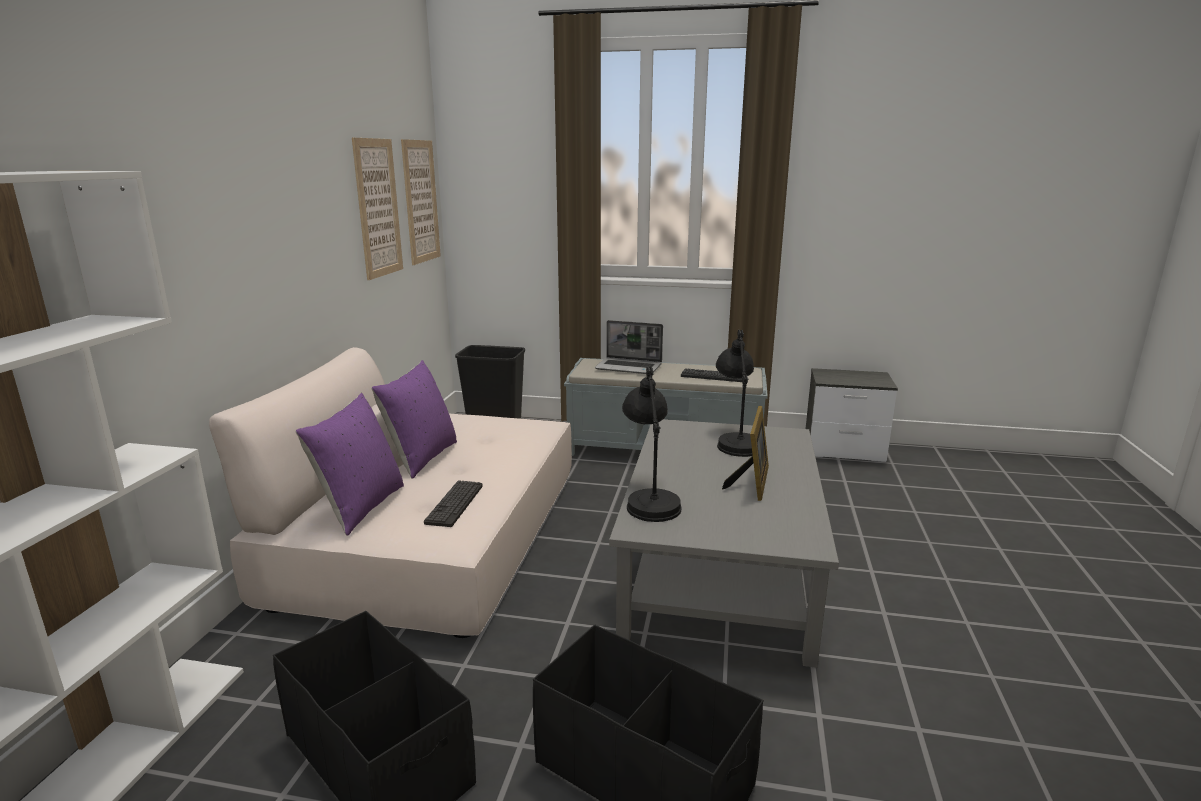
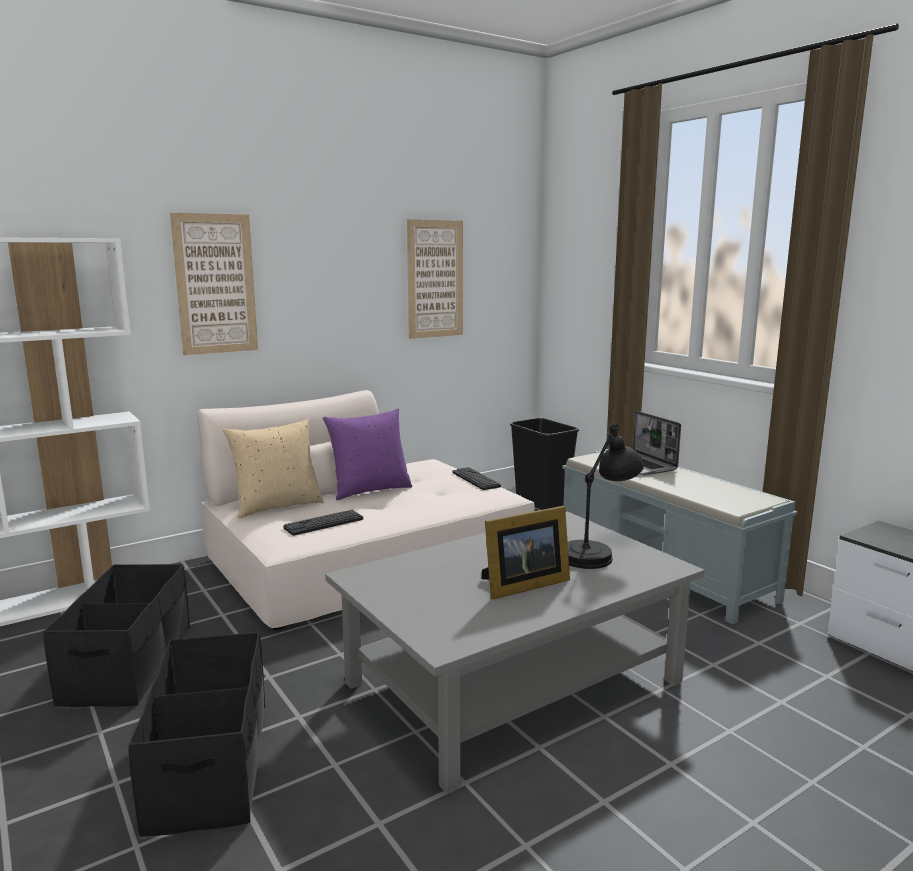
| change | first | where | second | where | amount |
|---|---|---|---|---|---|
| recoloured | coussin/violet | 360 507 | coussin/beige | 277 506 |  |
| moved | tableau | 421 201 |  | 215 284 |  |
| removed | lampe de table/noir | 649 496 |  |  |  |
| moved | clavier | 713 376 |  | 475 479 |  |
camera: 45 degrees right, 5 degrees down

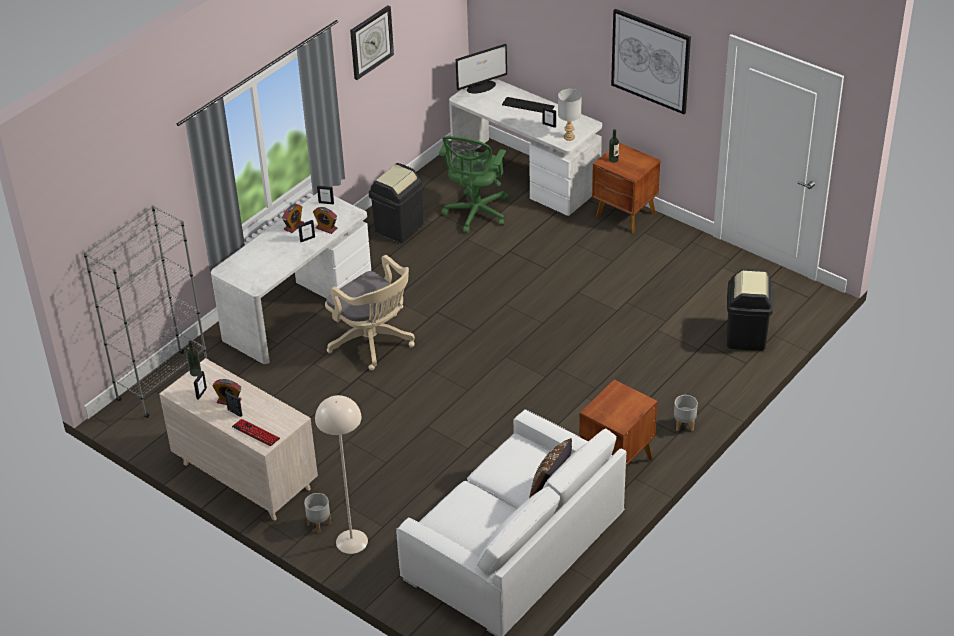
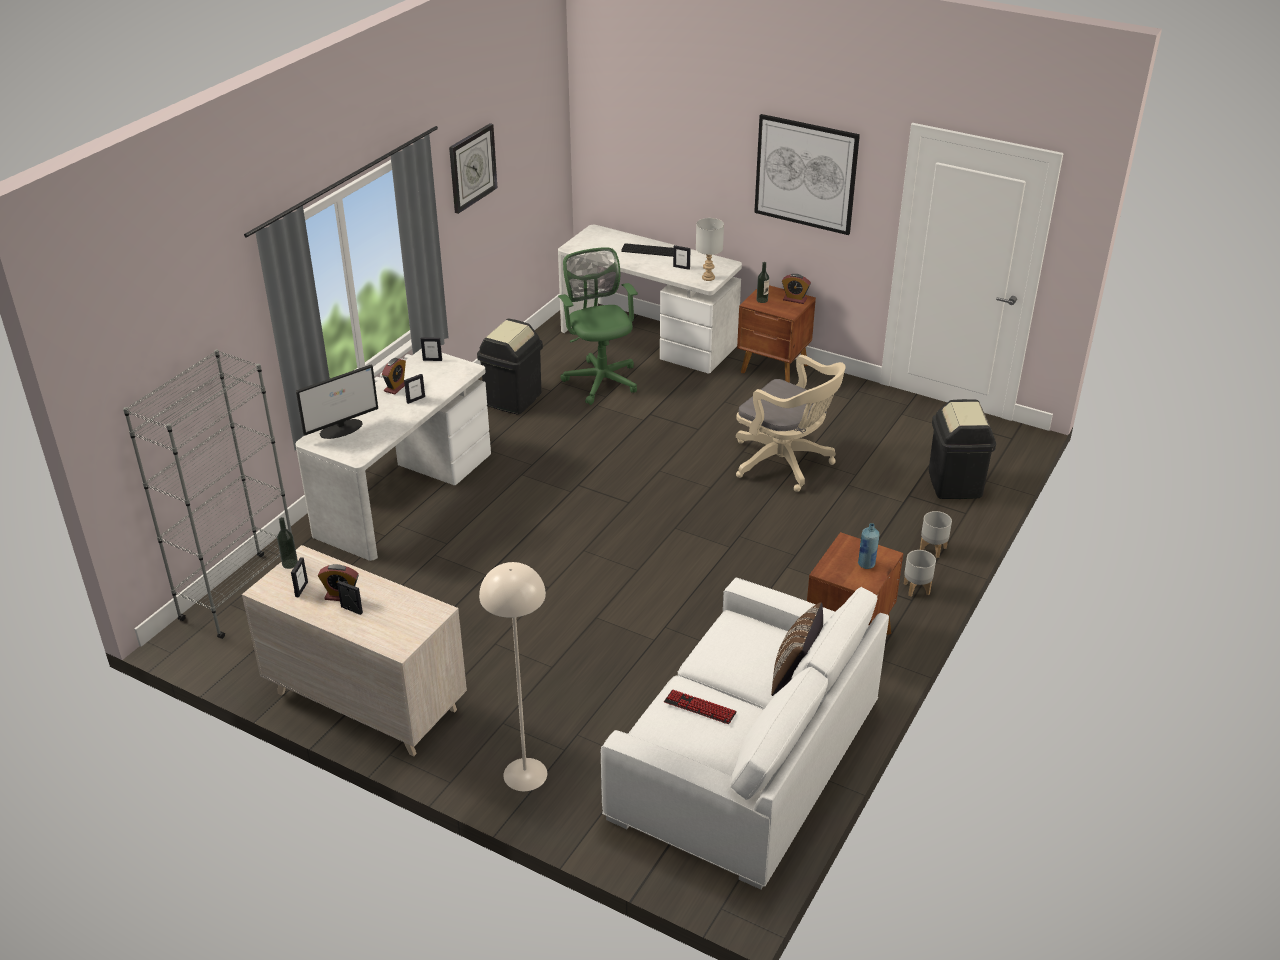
| change | first | where | second | where | amount |
|---|---|---|---|---|---|
| moved | clavier | 256 433 |  | 700 708 |  |
| moved | cache-pot/gris | 319 524 |  | 933 549 |  |
| moved | réveil | 326 228 |  | 794 299 |  |
| moved | chaise de bureau/beige | 373 343 |  | 786 463 |  |
| turned | chaise de bureau/vert | 475 214 |  | 601 379 | 150 degrees clockwise |
| moved | écran d'ordinateur | 481 87 |  | 342 428 |  |
| added |  |  | bouteille/bleu | 866 564 |  |
camera: 10 degrees left, 5 degrees down

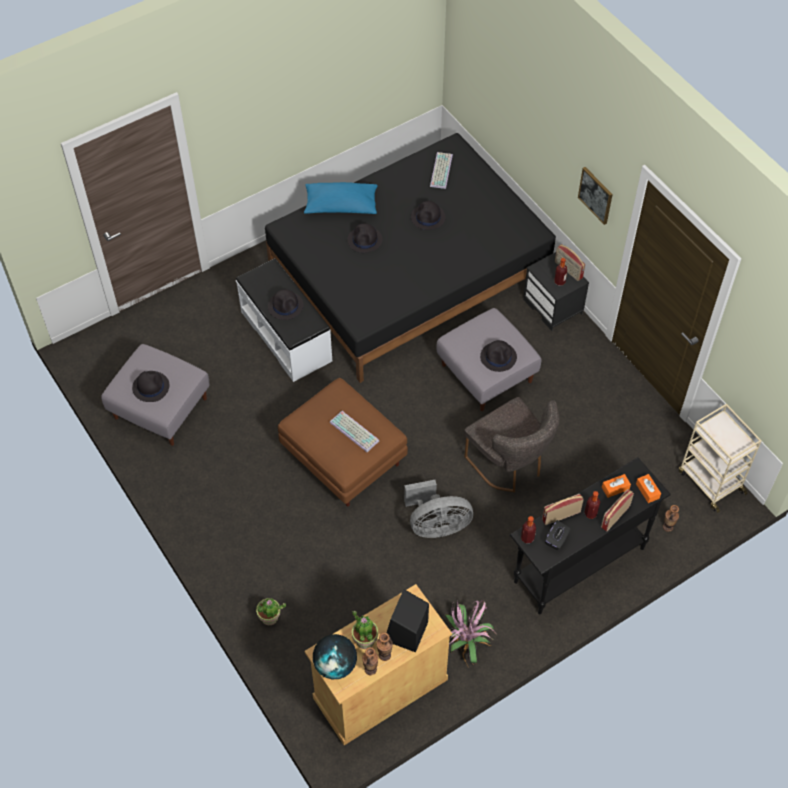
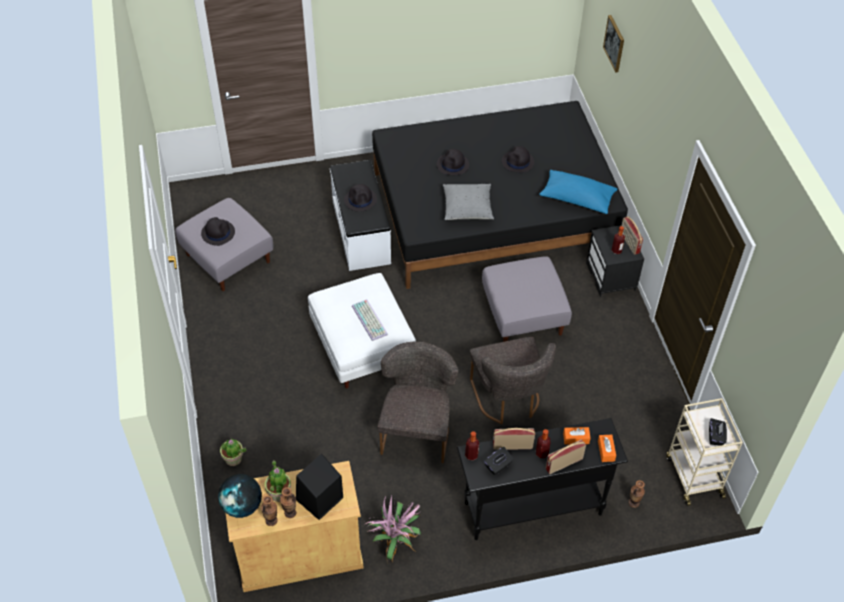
| change | first | where | second | where | amount |
|---|---|---|---|---|---|
| recoloured | pouf/marron | 344 458 | pouf/blanc | 363 347 |  |
| moved | coussin/bleu | 341 206 |  | 577 199 |  |
| replaced | ventilateur/gris | 436 525 | chaise/gris | 417 430 |  |
| removed | clavier | 440 170 |  |  |  |
| removed | chapeau/noir | 498 357 |  |  |  |
| moved | tableau | 596 195 |  | 614 43 |  |
| added |  |  | coussin/gris | 467 209 |  |
| added |  |  | boîte à mouchoirs/noir | 716 436 |  |
camera: 20 degrees right, 5 degrees down

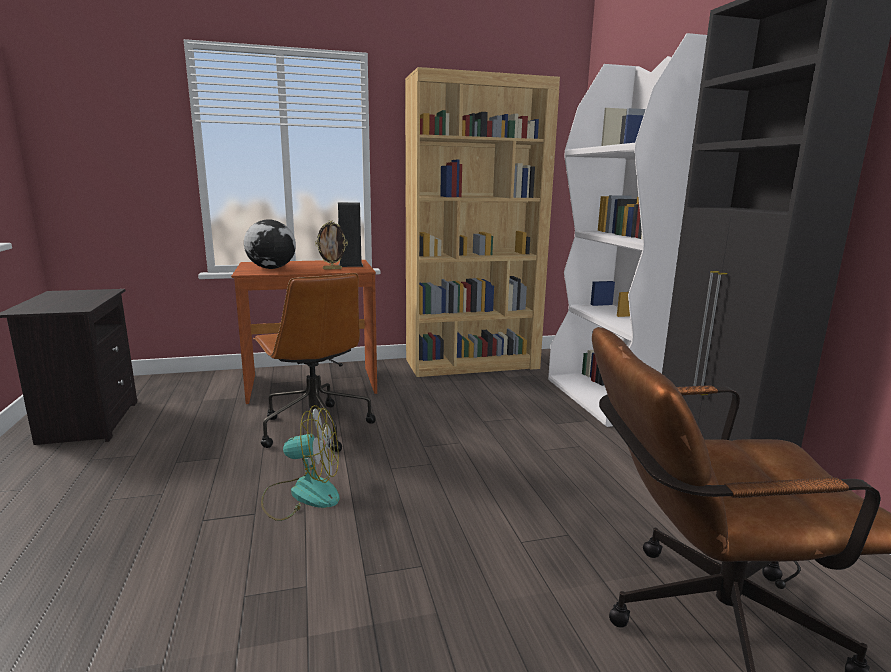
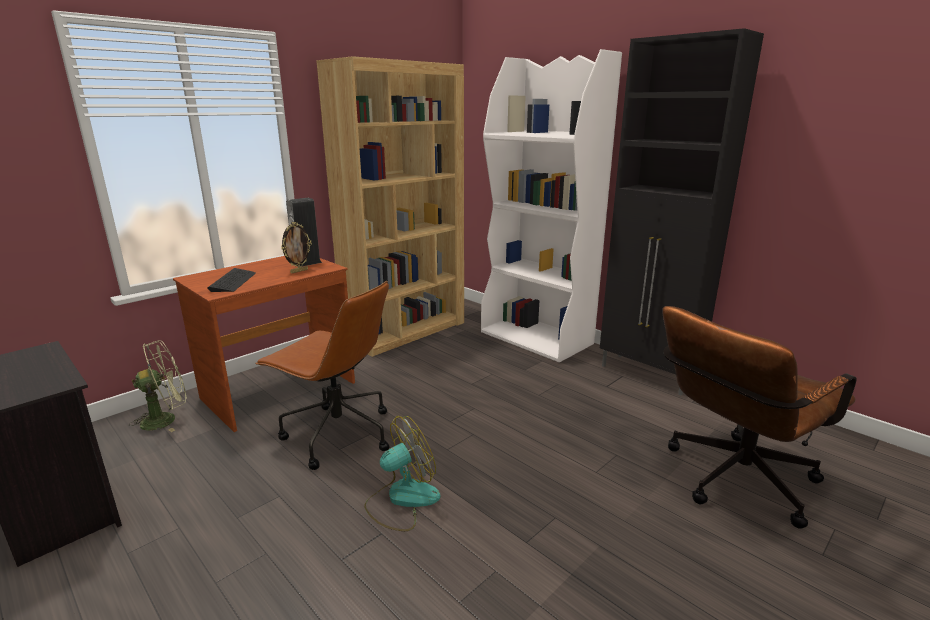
| change | first | where | second | where | amount |
|---|---|---|---|---|---|
| replaced | globe | 271 268 | clavier | 233 281 |  |
| added |  |  | ventilateur/vert | 166 419 |  |
camera: 30 degrees left, 5 degrees up

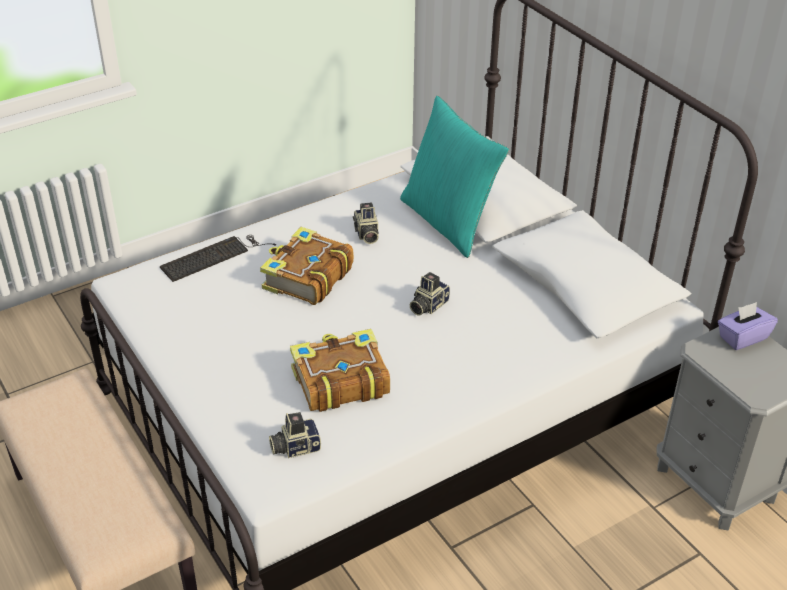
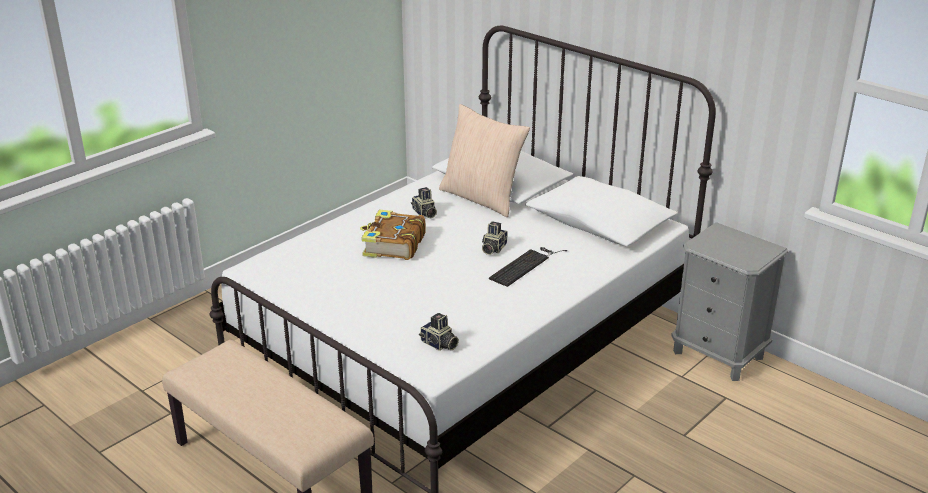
| change | first | where | second | where | amount |
|---|---|---|---|---|---|
| moved | clavier | 215 256 |  | 525 265 |  |
| turned | appareil photo | 295 447 |  | 439 344 | 105 degrees counterclockwise |
| removed | livre | 339 381 |  |  |  |
| recoloured | coussin/turquoise | 449 221 | coussin/beige | 482 198 |  |
| removed | boîte à mouchoirs/violet | 742 337 |  |  |  |
camera: 15 degrees left, 10 degrees down

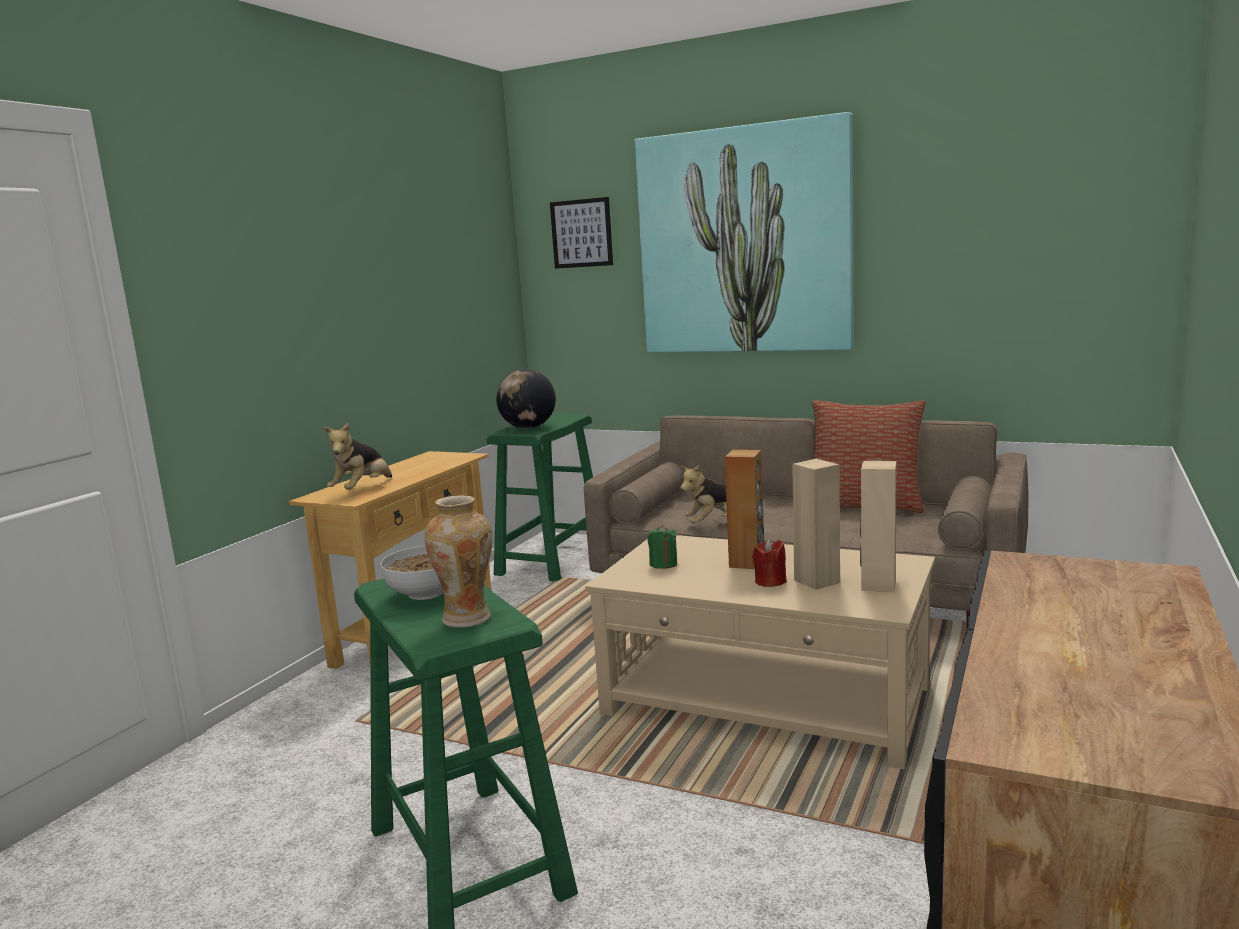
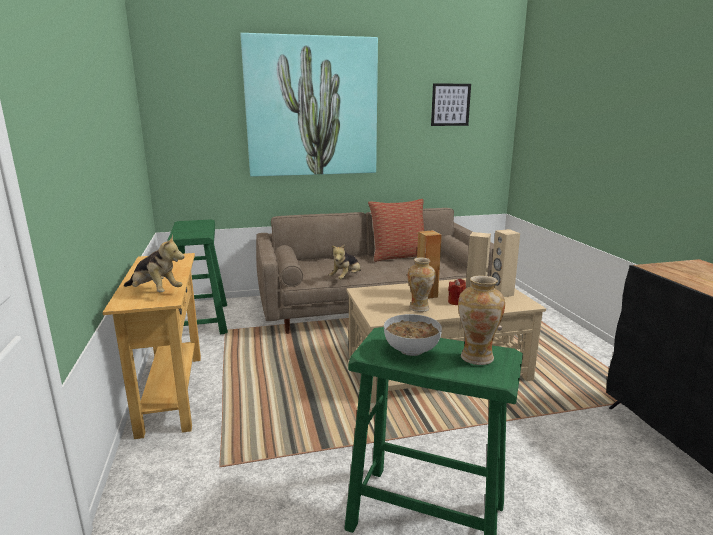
| change | first | where | second | where | amount |
|---|---|---|---|---|---|
| turned | peluche | 363 490 |  | 155 292 | 45 degrees counterclockwise |
| removed | globe | 528 428 |  |  |  |
| moved | tableau | 581 233 |  | 450 105 |  |
| removed | bougie/vert | 663 564 |  |  |  |
| added |  |  | vase | 420 308 |  |
camera: 40 degrees left, 5 degrees up

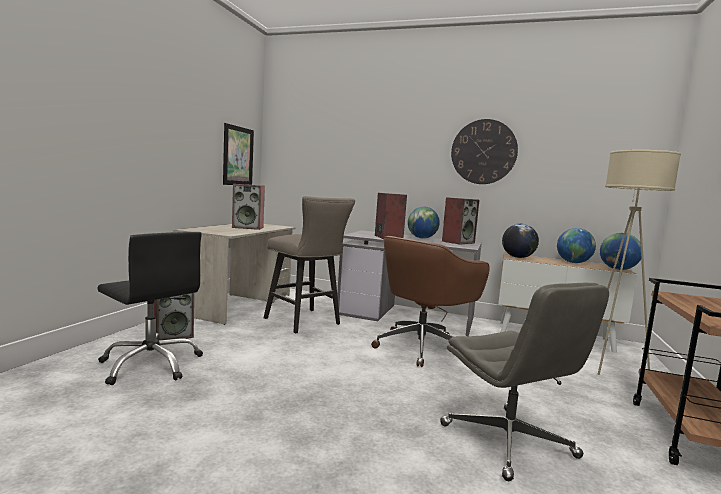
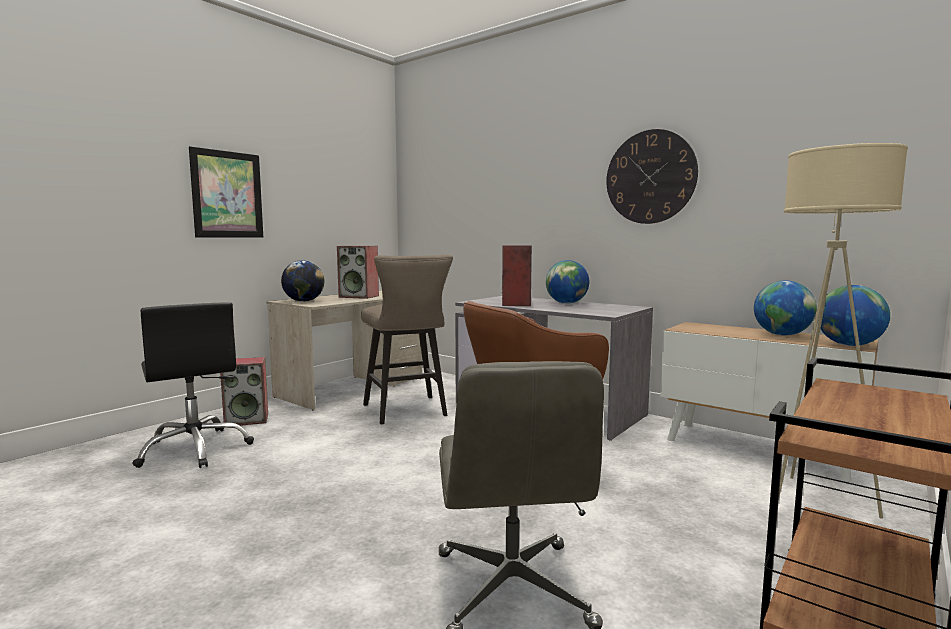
| change | first | where | second | where | amount |
|---|---|---|---|---|---|
| moved | tableau | 238 156 |  | 227 194 |  |
| removed | enceinte | 458 242 |  |  |  |
| moved | globe | 518 257 |  | 304 301 |  |
camera: 20 degrees right, 0 degrees up

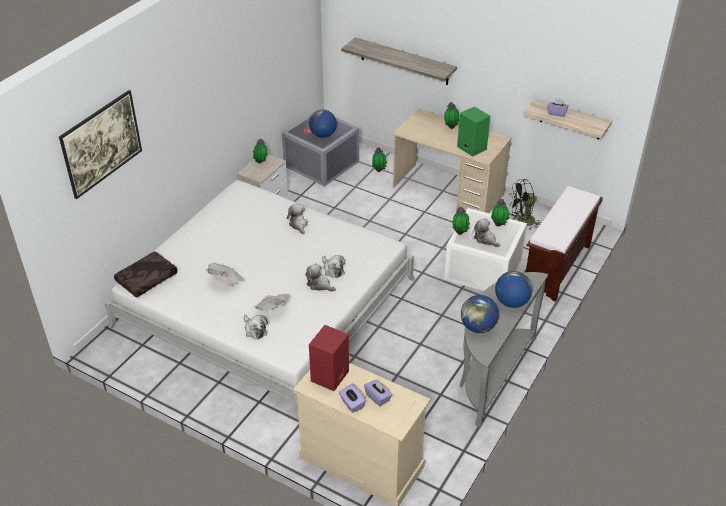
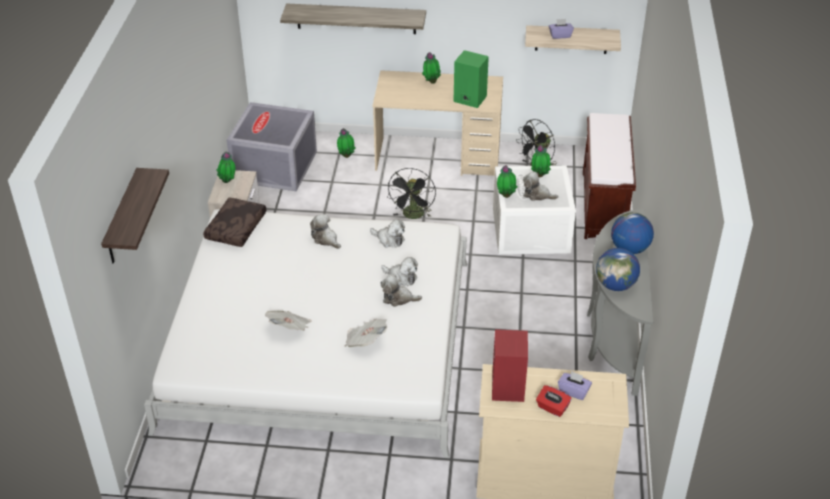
| change | first | where | second | where | amount |
|---|---|---|---|---|---|
| replaced | tableau | 105 158 | étagère | 122 218 |  |
| moved | coussin/marron | 147 280 |  | 236 228 |  |
| moved | peluche | 255 330 |  | 389 239 |  |
| removed | globe | 323 135 |  |  |  |
| recoloured | boîte à mouchoirs/violet | 352 404 | boîte à mouchoirs/rouge | 552 408 |  |
| added |  |  | ventilateur/noir | 413 216 |  |
camera: 25 degrees left, 0 degrees up

